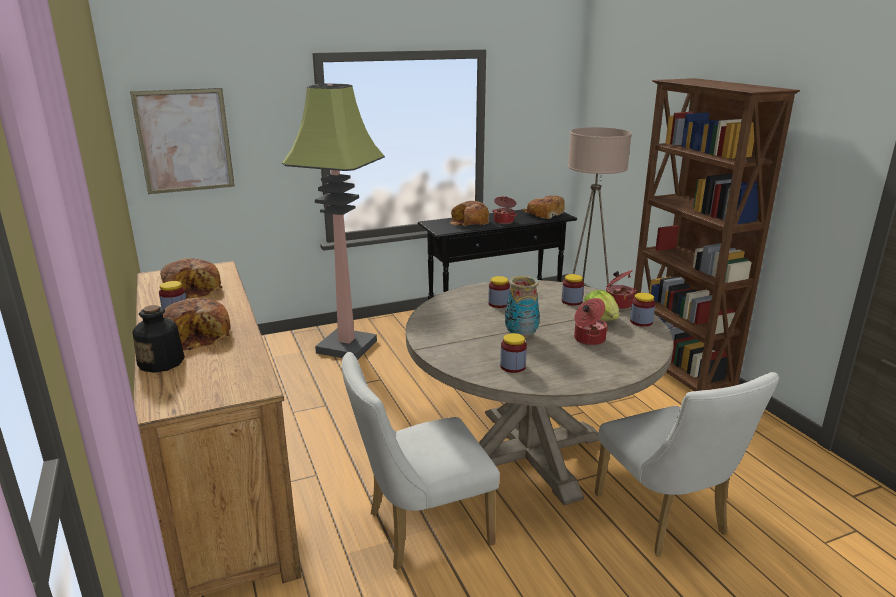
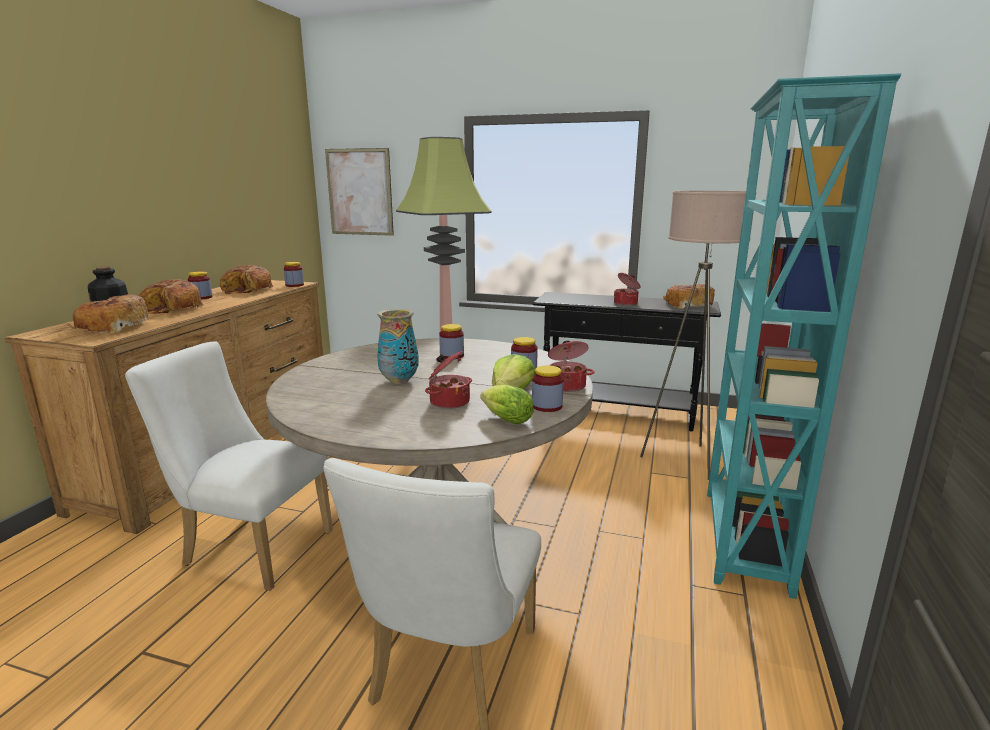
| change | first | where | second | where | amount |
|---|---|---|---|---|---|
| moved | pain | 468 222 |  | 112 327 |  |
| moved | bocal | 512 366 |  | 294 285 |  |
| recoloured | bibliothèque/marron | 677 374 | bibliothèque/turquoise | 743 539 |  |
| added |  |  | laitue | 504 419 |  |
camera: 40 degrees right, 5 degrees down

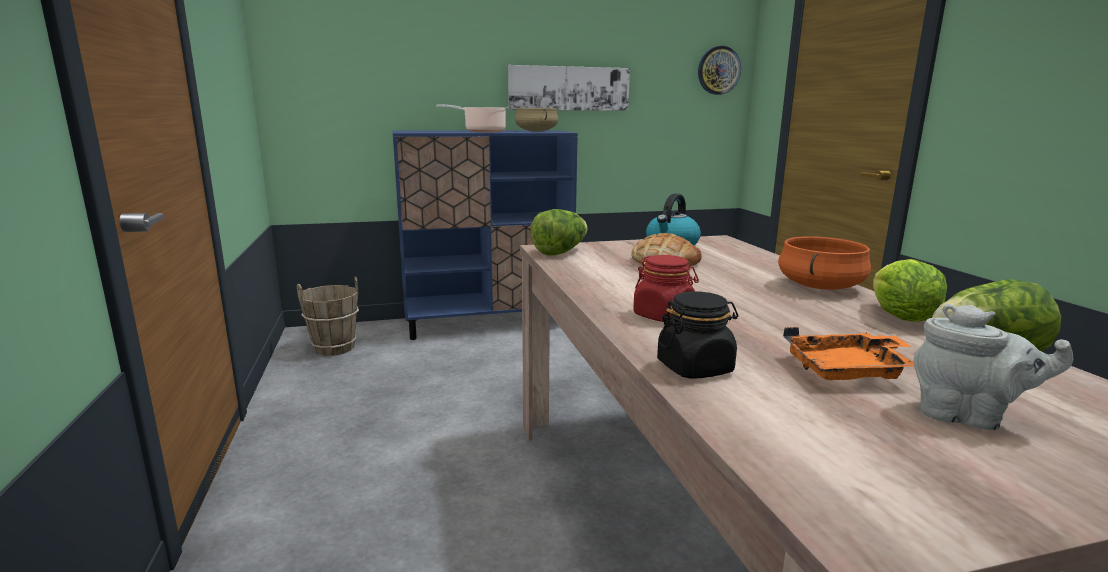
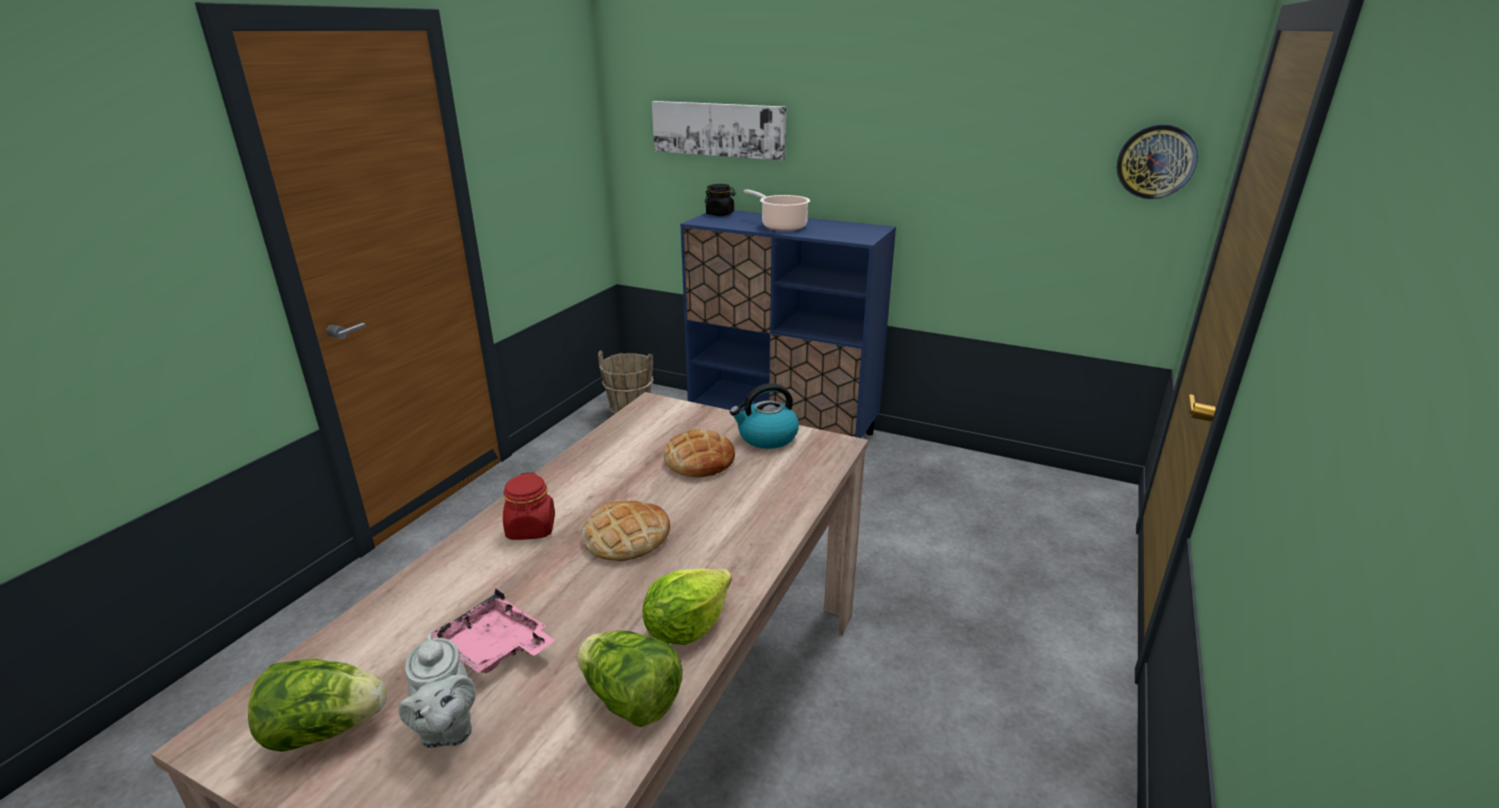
| change | first | where | second | where | amount |
|---|---|---|---|---|---|
| moved | tableau | 569 88 |  | 718 129 |  |
| removed | marmite/beige | 536 131 |  |  |  |
| moved | laitue | 560 252 |  | 326 729 |  |
| moved | bocal/noir | 695 367 |  | 720 214 |  |
| removed | marmite/orange | 820 286 |  |  |  |
| recoloured | plateau/orange | 848 370 | plateau/rose | 494 648 |  |
| added |  |  | pain | 626 537 |  |
camera: 40 degrees right, 10 degrees up

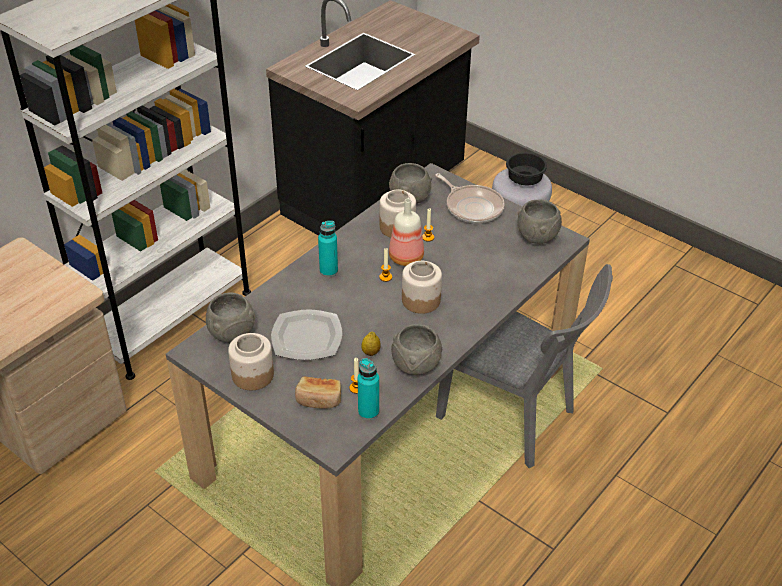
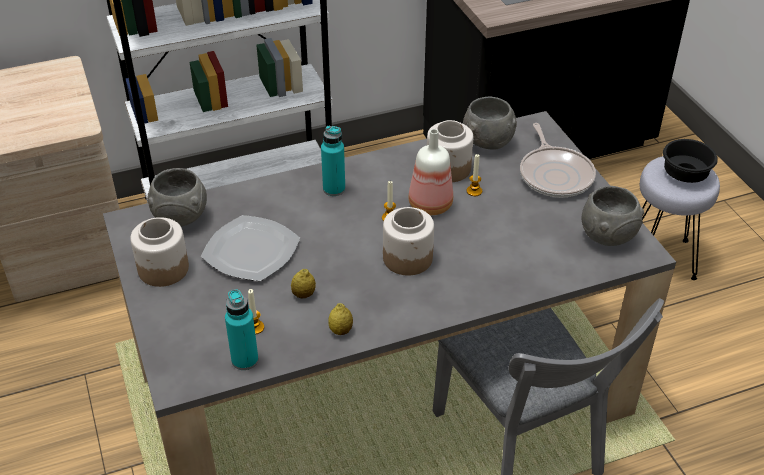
| change | first | where | second | where | amount |
|---|---|---|---|---|---|
| removed | pain | 319 400 |  |  |  |
| replaced | bol/gris | 416 366 | citron | 341 330 |  |
camera: 30 degrees right, 0 degrees up

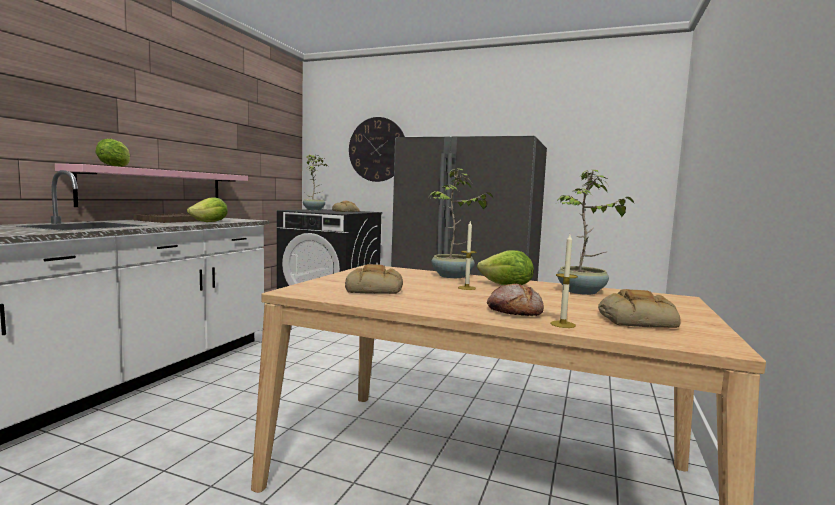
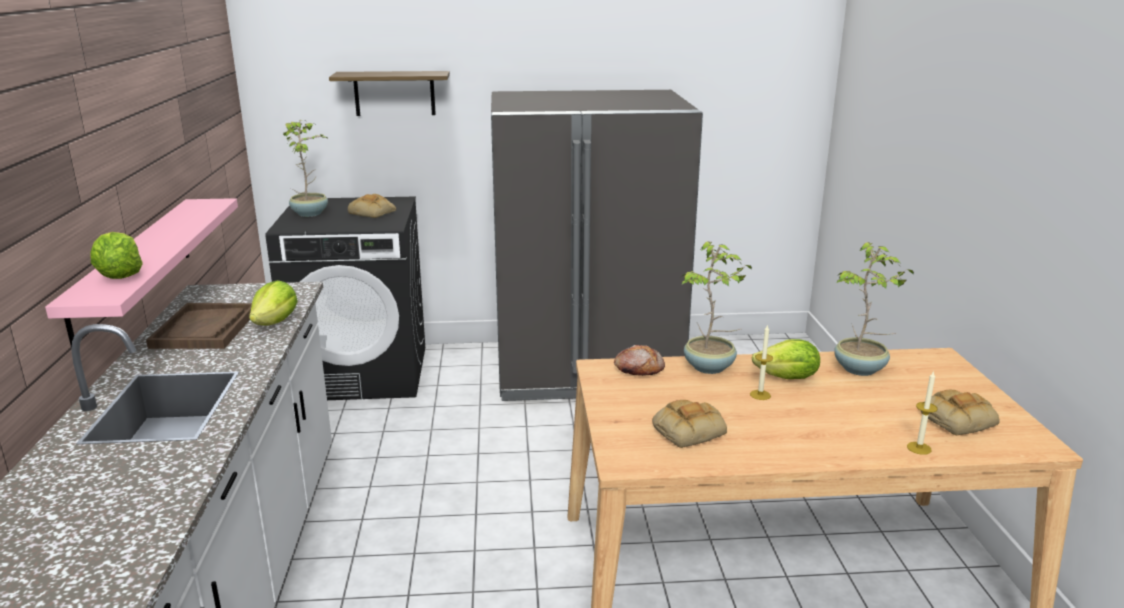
| change | first | where | second | where | amount |
|---|---|---|---|---|---|
| replaced | horloge murale | 377 149 | étagère | 394 93 |  |
| moved | pain | 514 311 |  | 638 368 |  |
camera: 25 degrees left, 15 degrees up

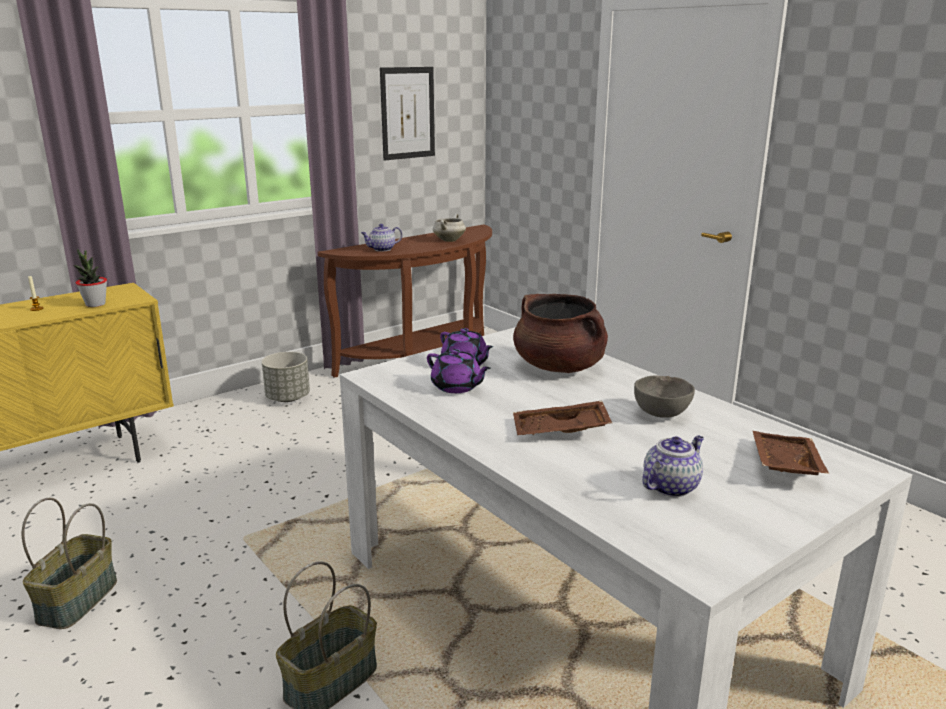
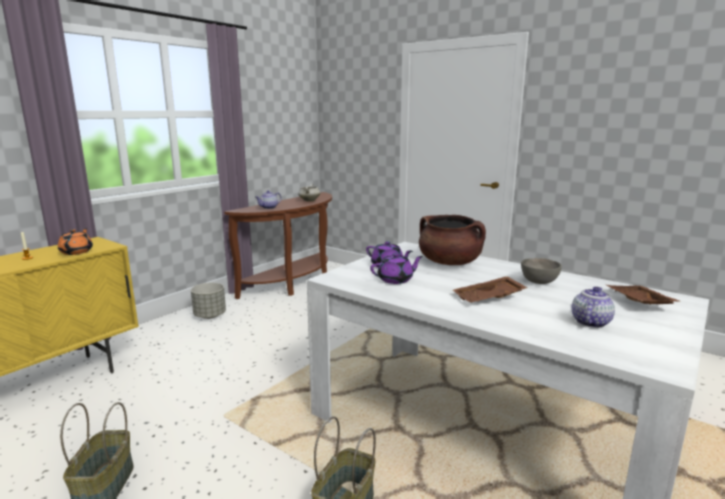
| change | first | where | second | where | amount |
|---|---|---|---|---|---|
| replaced | plante en pot | 95 304 | théière/orange | 77 252 |  |
| removed | tableau | 407 113 |  |  |  |
| turned | théière/violet | 457 387 |  | 396 280 | 45 degrees counterclockwise |
camera: 15 degrees left, 5 degrees down

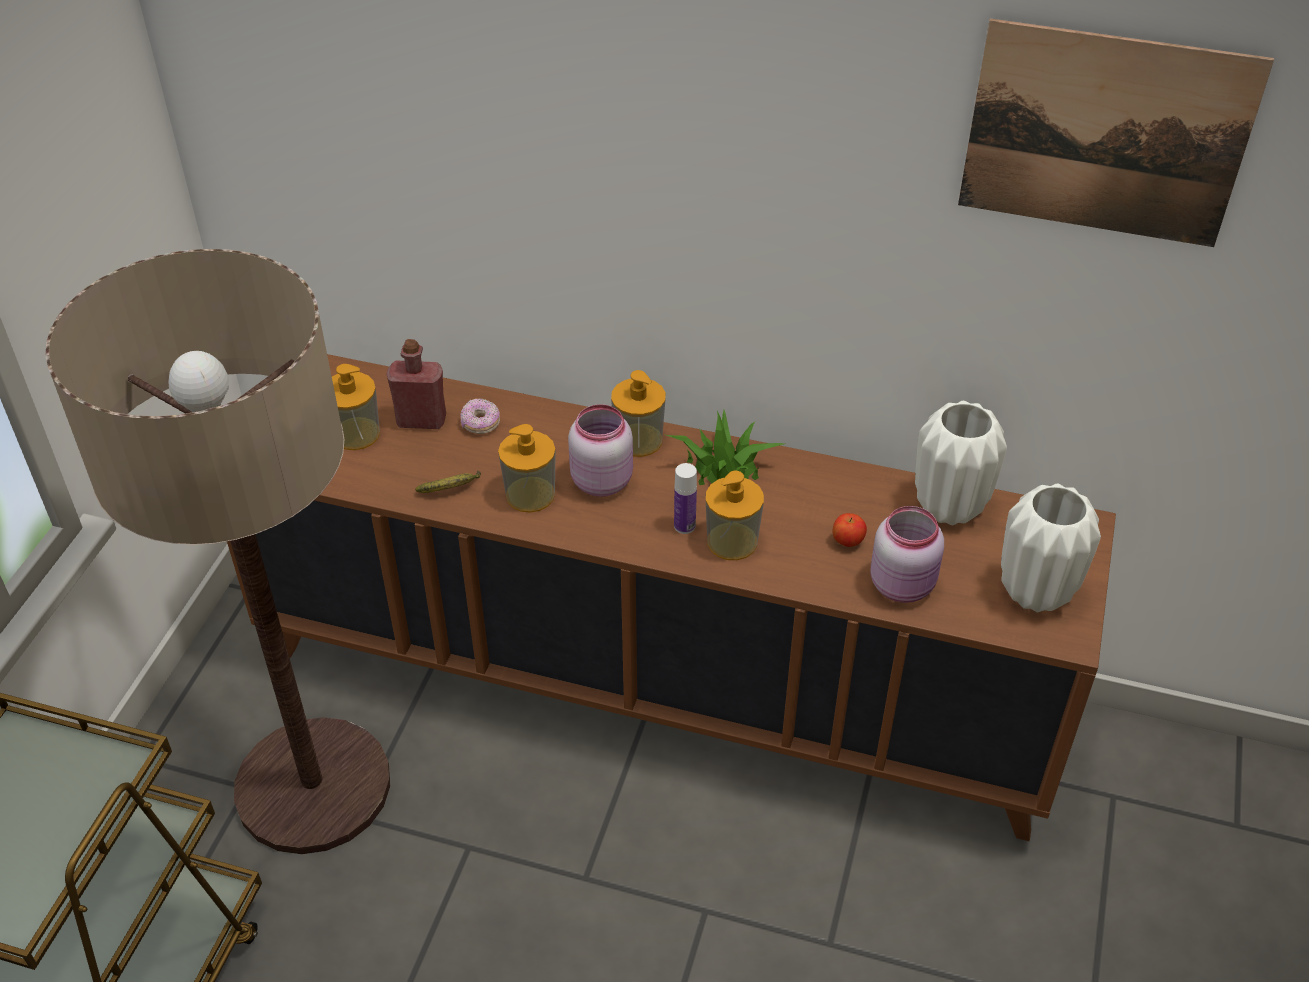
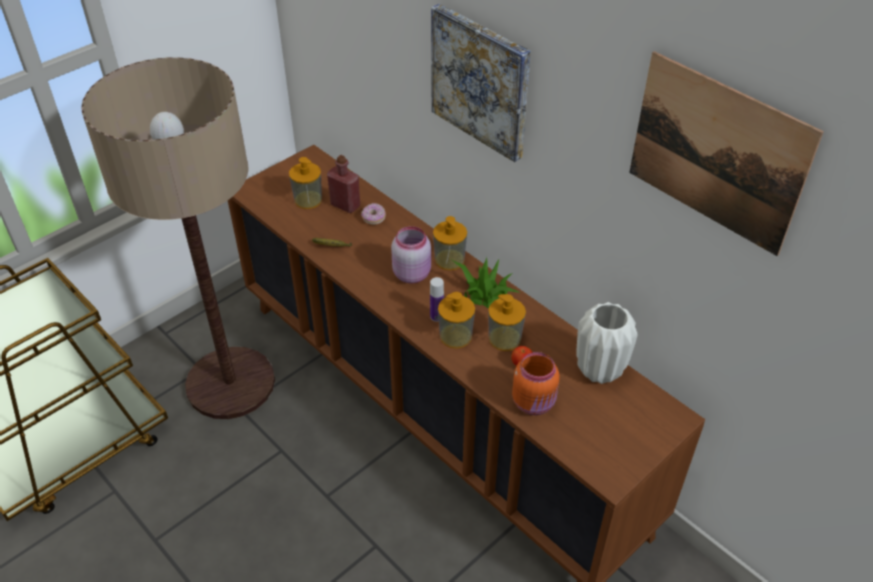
| change | first | where | second | where | amount |
|---|---|---|---|---|---|
| moved | distributeur de savon | 530 494 |  | 504 338 |  |
| recoloured | bocal/rose | 904 585 | bocal/orange | 534 403 |  |
| removed | vase/blanc | 1035 593 |  |  |  |
| added |  |  | tableau | 481 81 |  |
camera: 30 degrees right, 0 degrees up

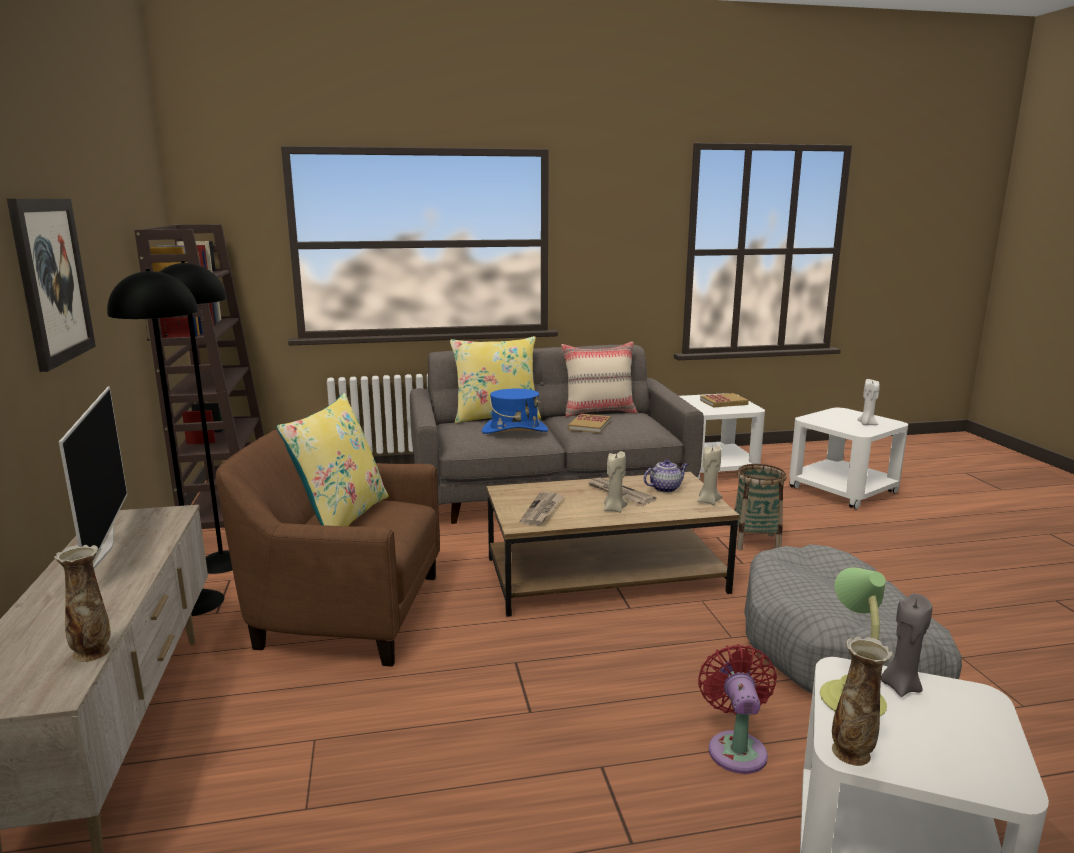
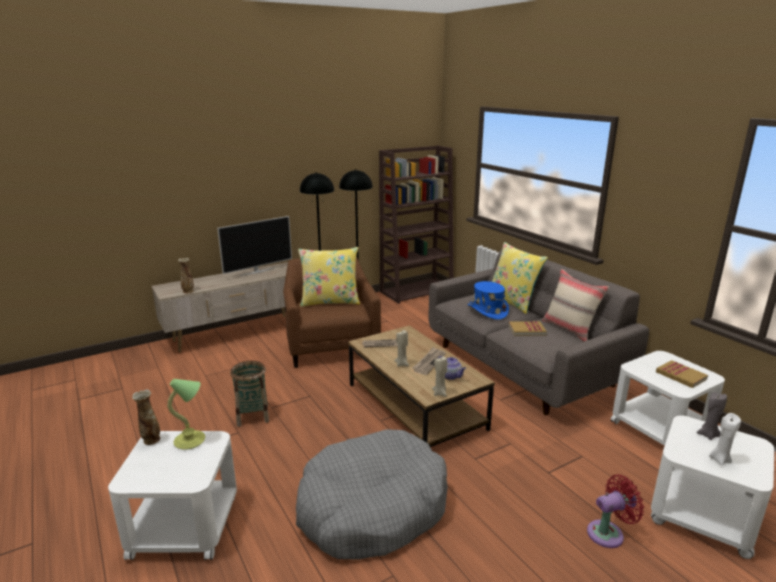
| change | first | where | second | where | amount |
|---|---|---|---|---|---|
| removed | tableau | 52 280 |  |  |  |
| moved | ventilateur/rouge | 736 748 |  | 608 533 |  |
| moved | panier | 755 542 |  | 253 415 |  |
| moved | bougie/gris | 900 686 |  | 708 435 |  |
camera: 70 degrees right, 5 degrees up

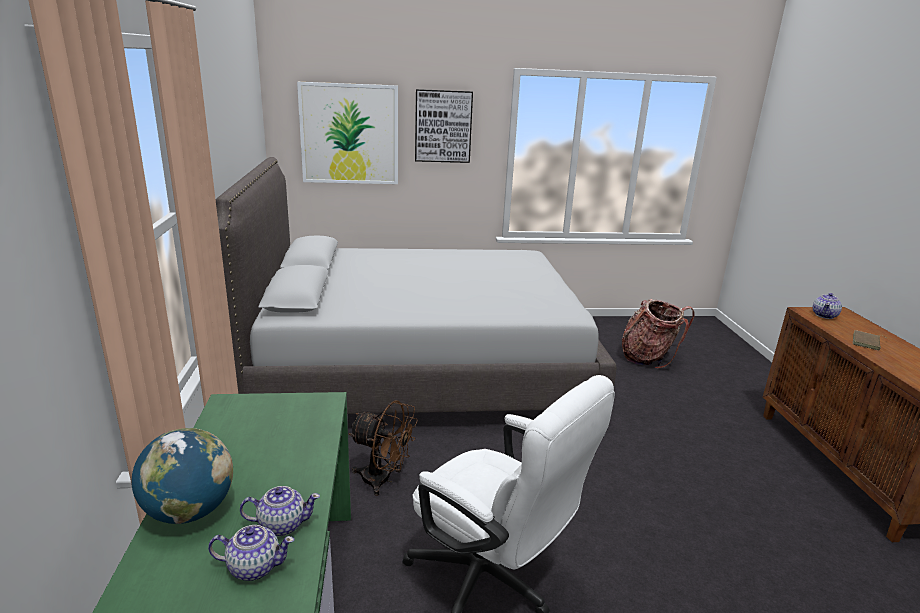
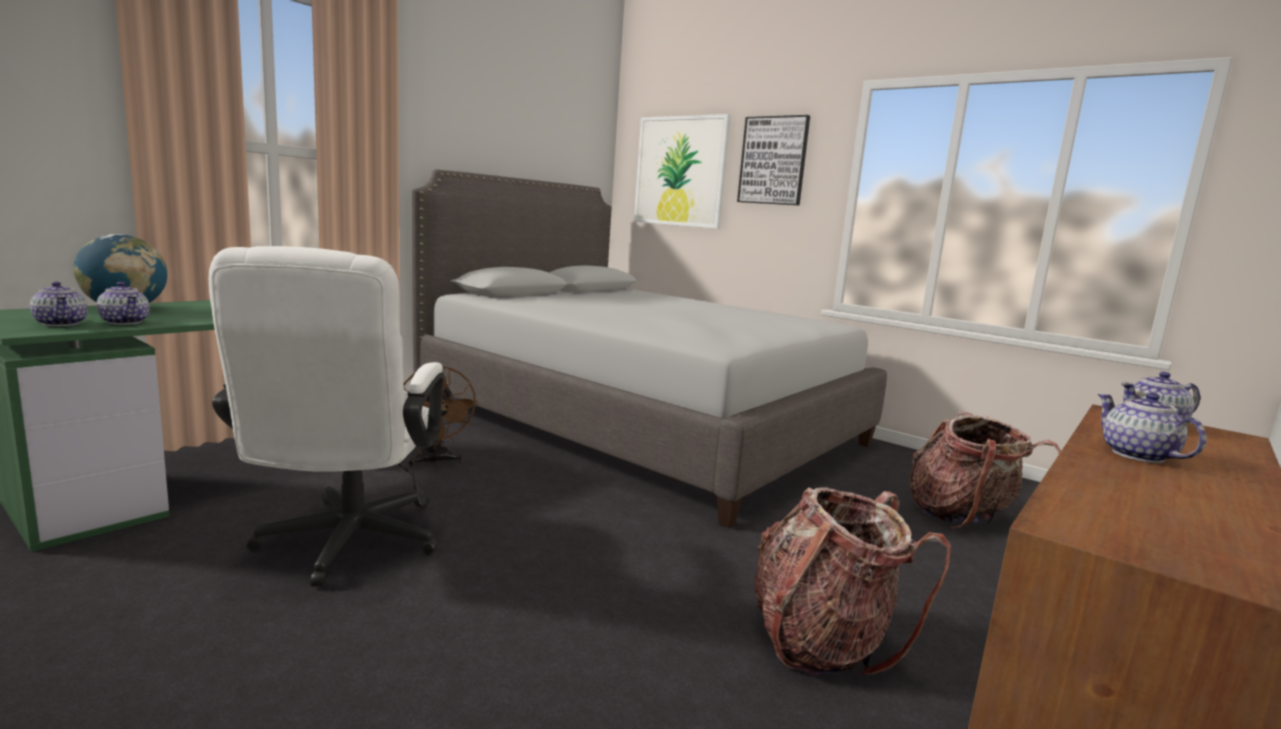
| change | first | where | second | where | amount |
|---|---|---|---|---|---|
| replaced | livre/marron | 867 342 | théière | 1138 455 |  |
| added |  |  | sac à dos | 822 641 |  |
camera: 45 degrees right, 10 degrees down

